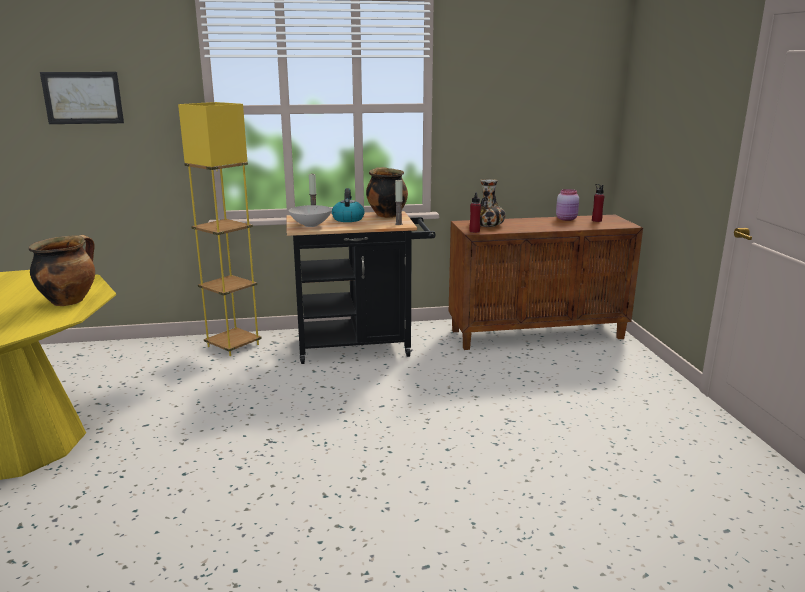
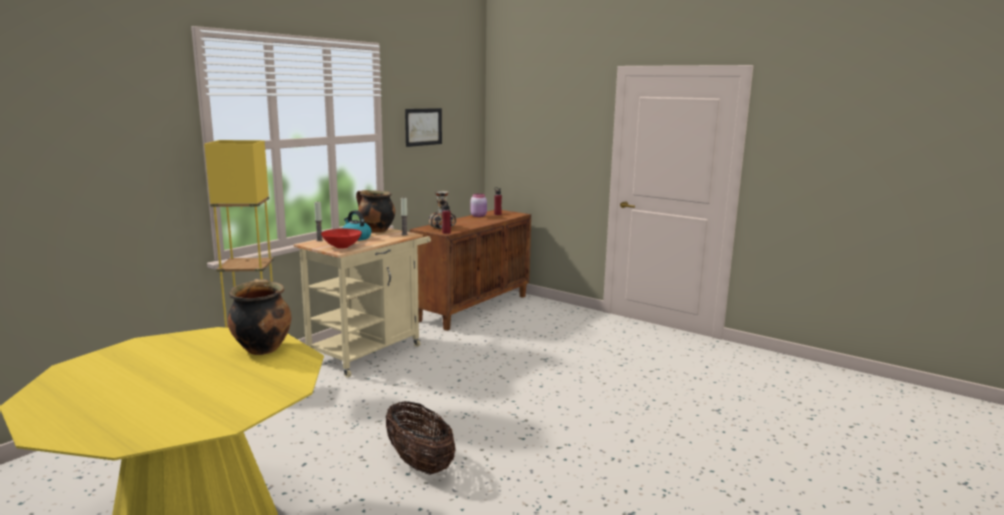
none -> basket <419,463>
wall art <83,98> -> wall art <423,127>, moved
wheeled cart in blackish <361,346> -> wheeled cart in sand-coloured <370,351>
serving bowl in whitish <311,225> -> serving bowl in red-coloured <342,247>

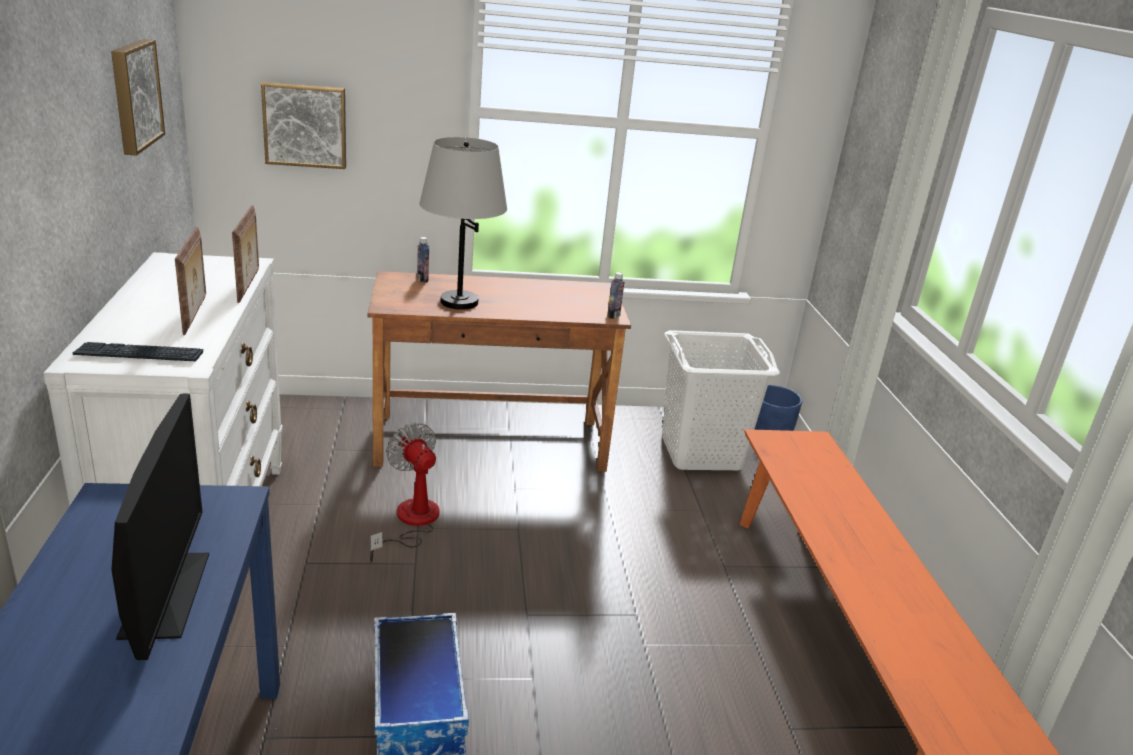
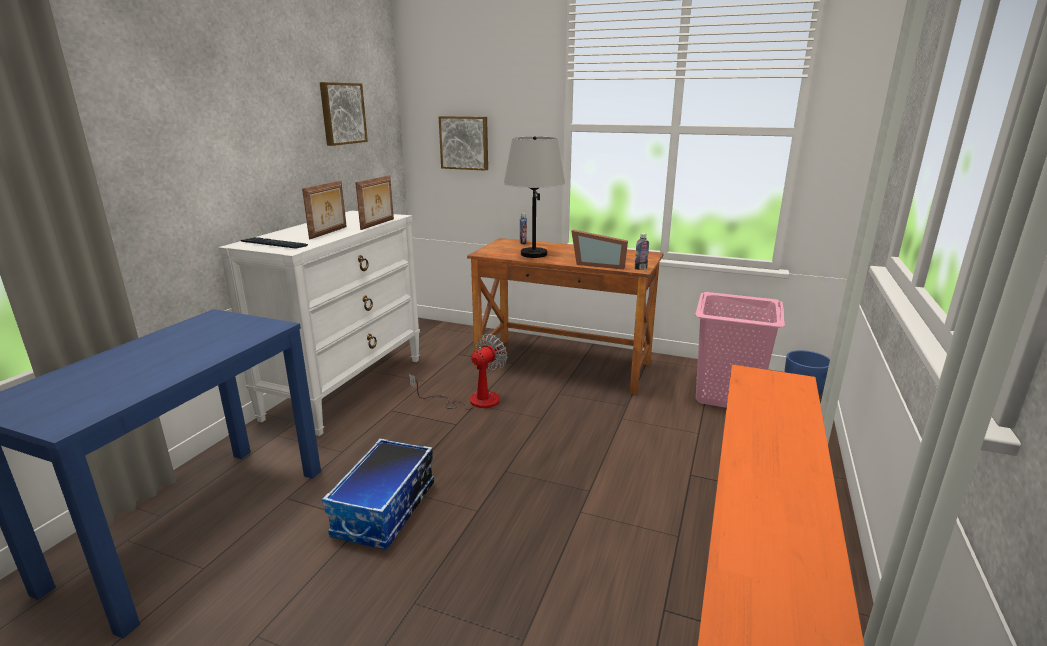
computer screen <165,594> -> none
none -> picture frame <599,264>
hamper in whitish <700,453> -> hamper in pinkish <726,395>
fan <411,522> -> fan <472,400>, 45 degrees clockwise

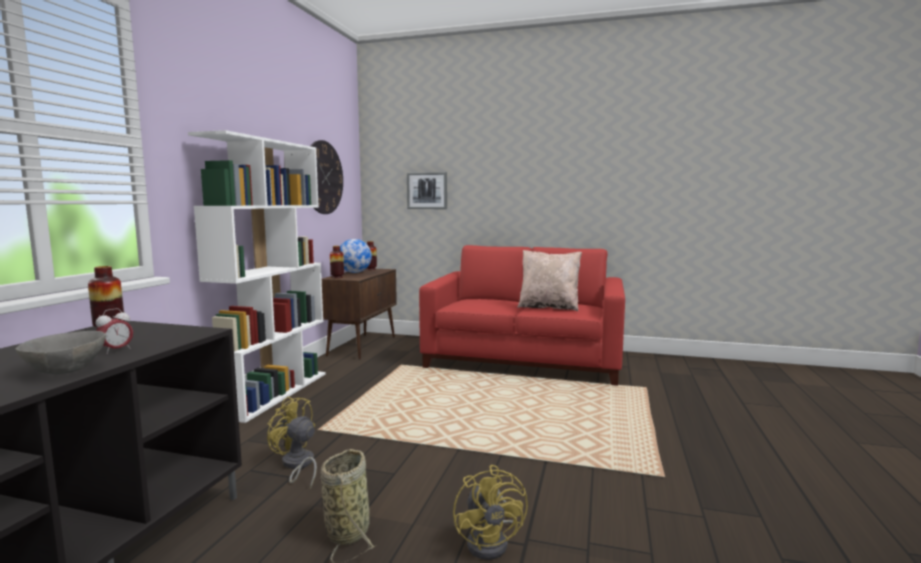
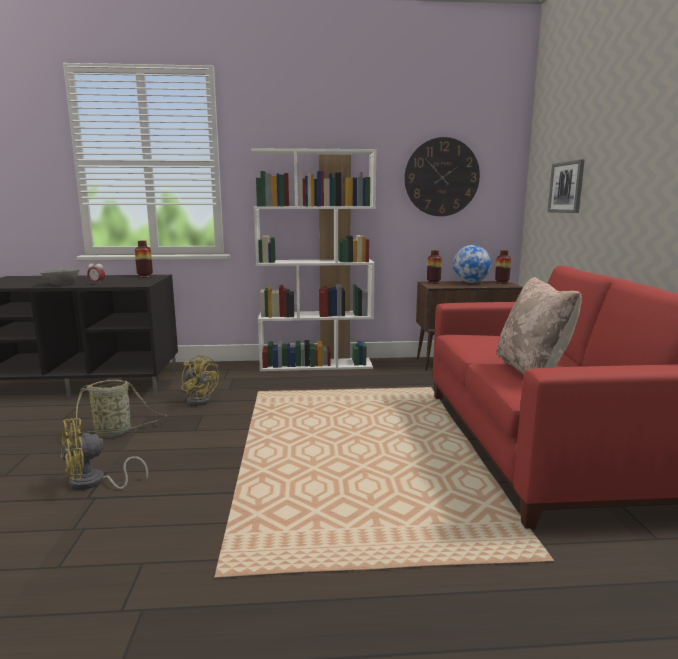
fan in yellow <297,465> -> fan in yellow <200,399>, 120 degrees clockwise

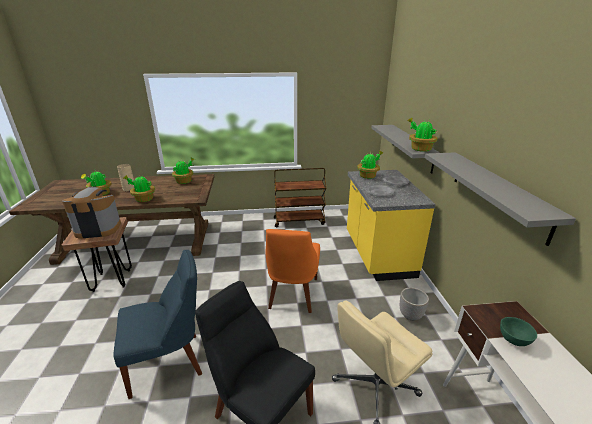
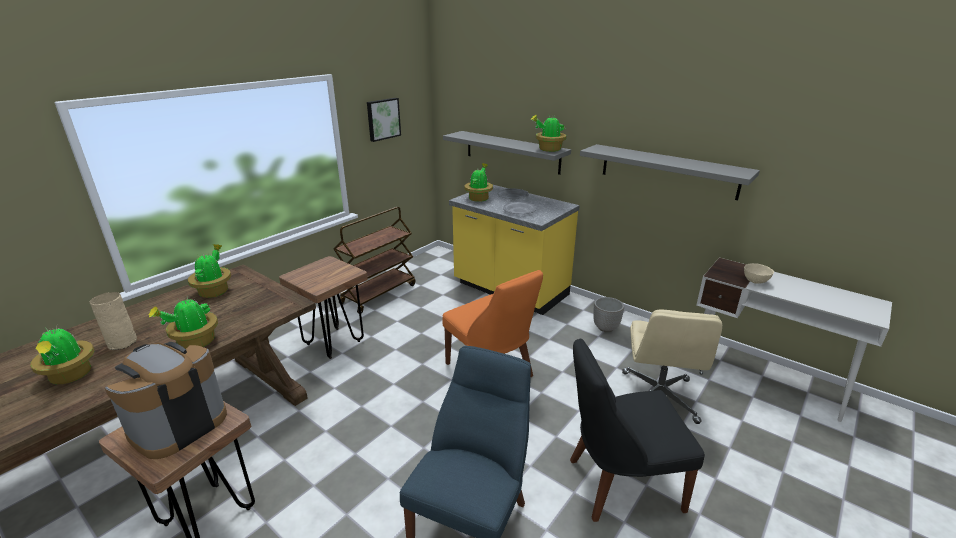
none -> sitting stool in brown-coloured <334,343>
none -> wall art <383,119>
serving bowl in green <513,341> -> serving bowl in sand-coloured <755,281>

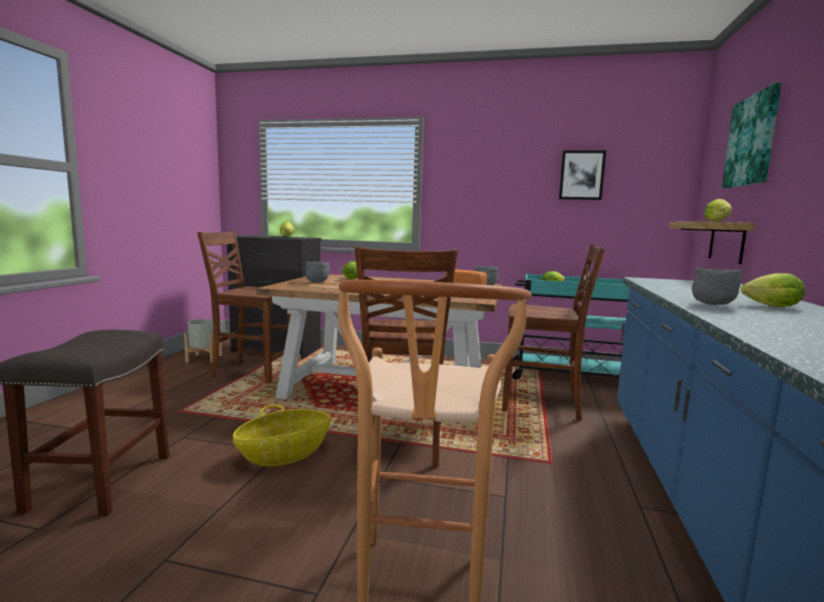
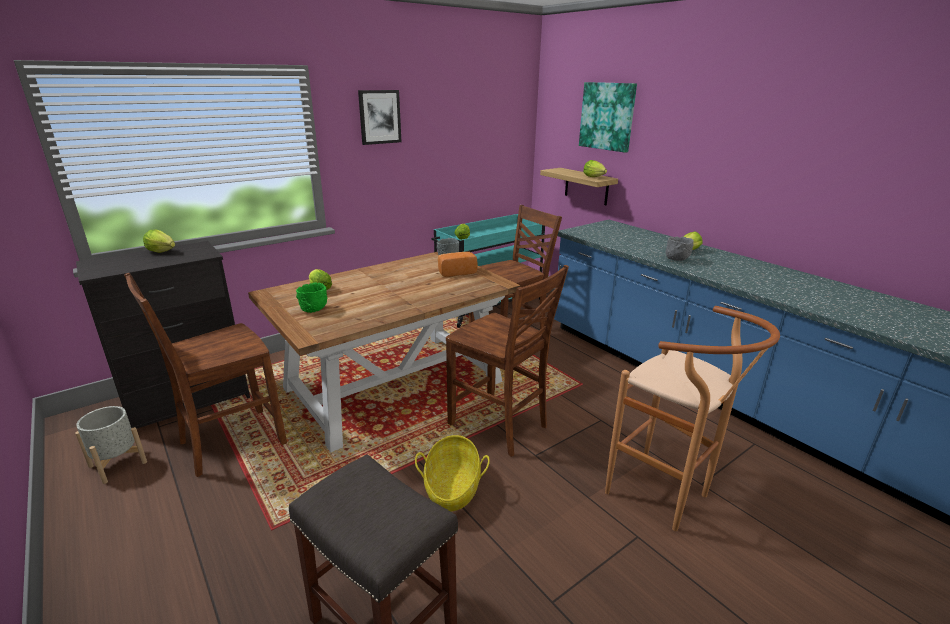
wall art <581,175> -> wall art <379,117>, moved
serving bowl in grey <317,282> -> serving bowl in green <314,310>

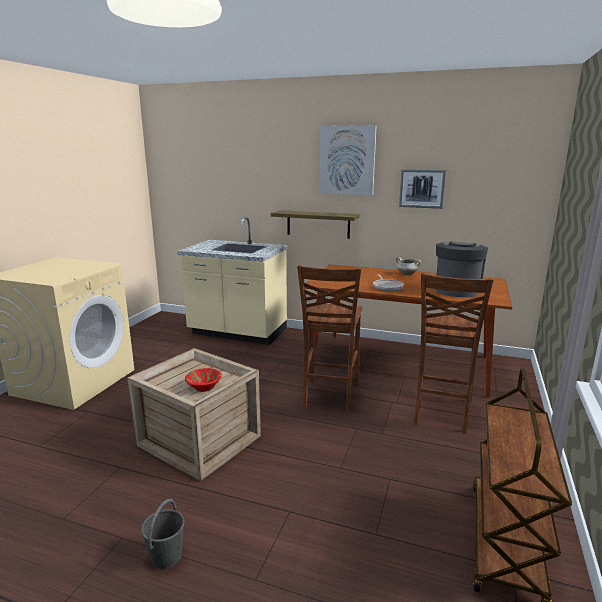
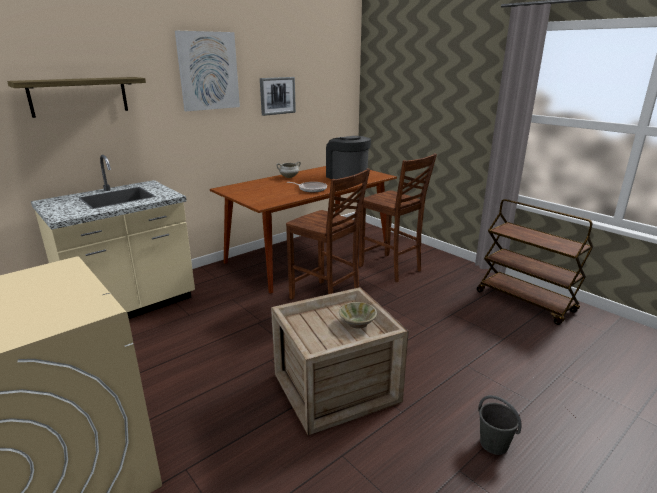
bracket shelf <318,224> -> bracket shelf <79,96>, moved
serving bowl in red-coloured <203,387> -> serving bowl in sand-coloured <357,323>

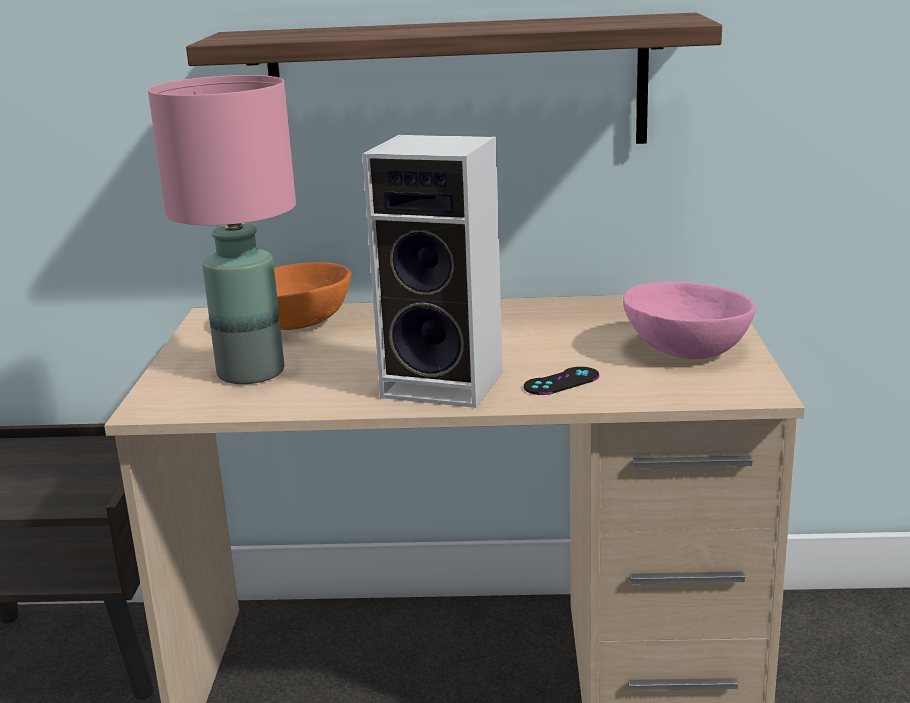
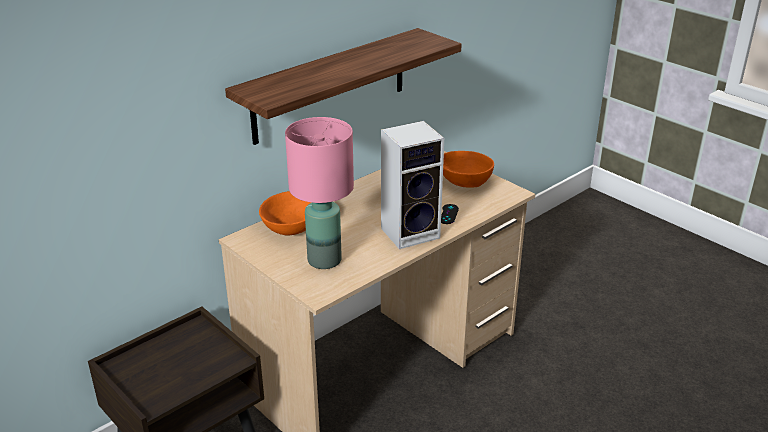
serving bowl in pinkish <686,350> -> serving bowl in orange-coloured <465,182>

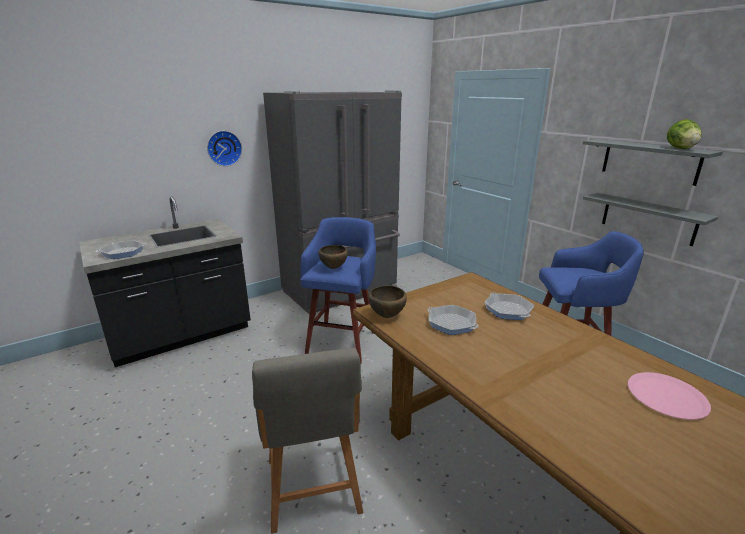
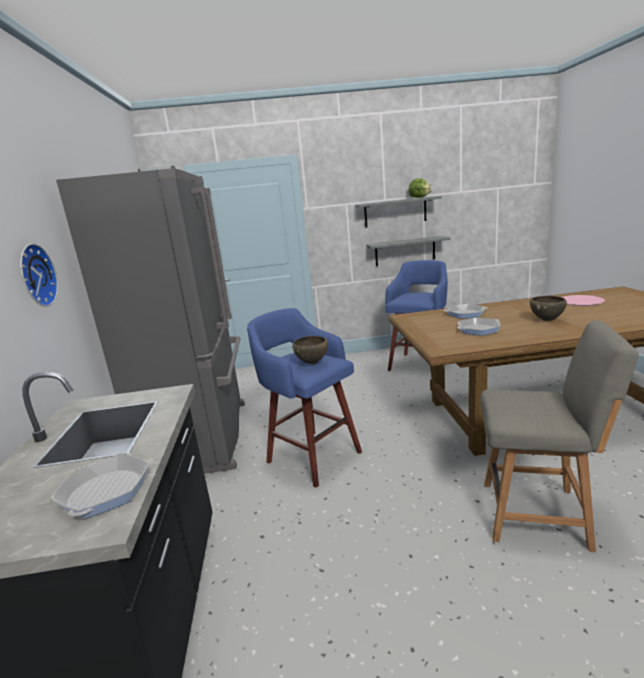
serving bowl in brown-coloured <387,316> -> serving bowl in brown-coloured <547,320>, moved

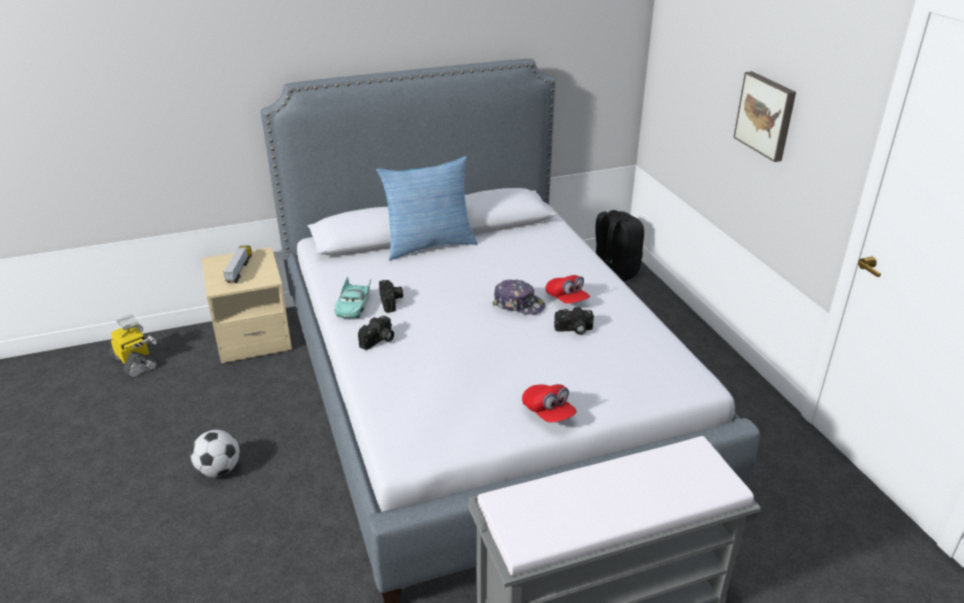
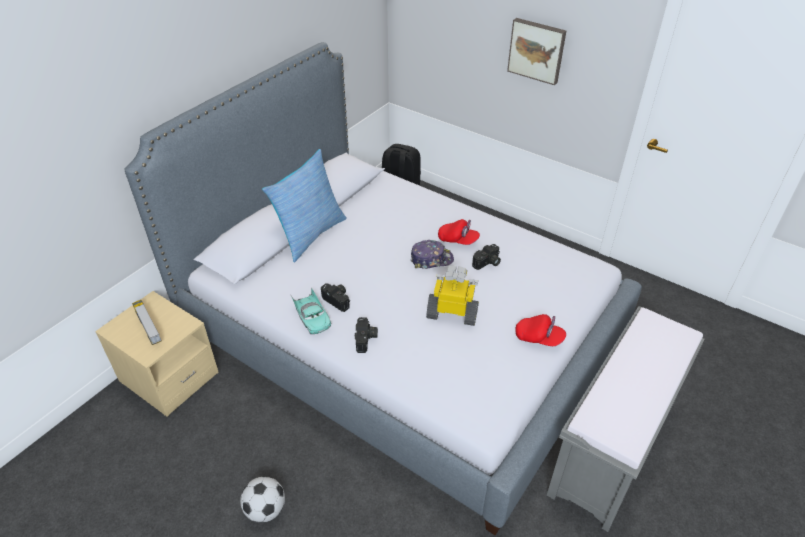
model robot <135,363> -> model robot <453,313>, moved

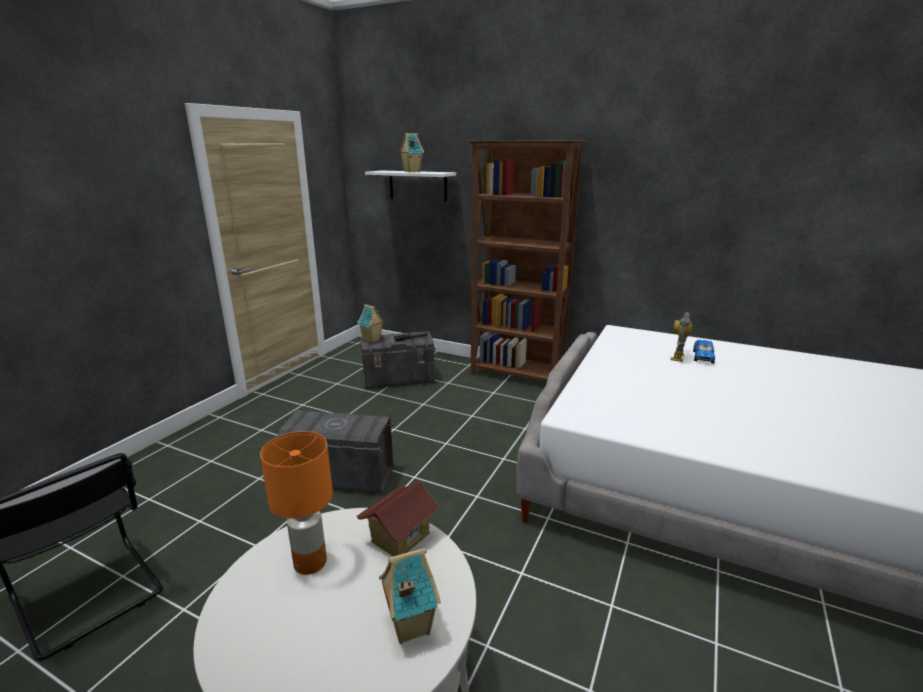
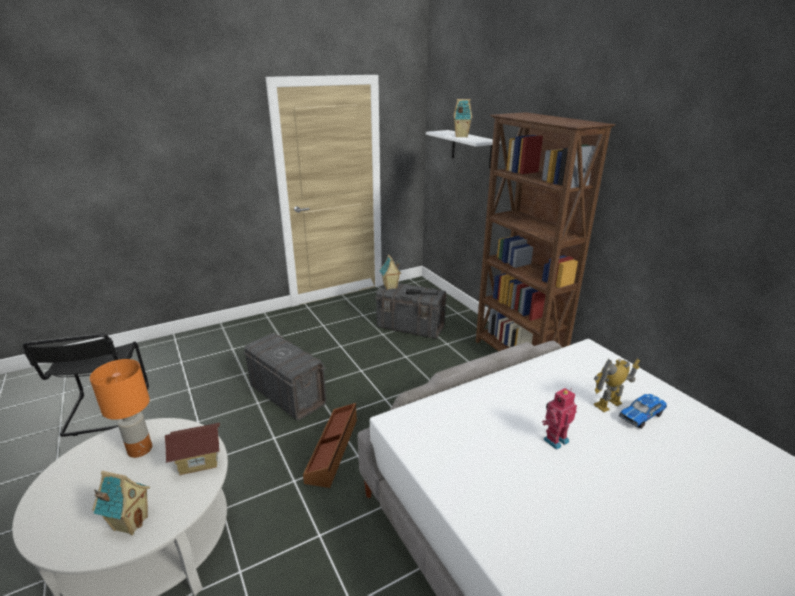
none -> storage box in brown-coloured <333,450>
none -> model robot <554,439>

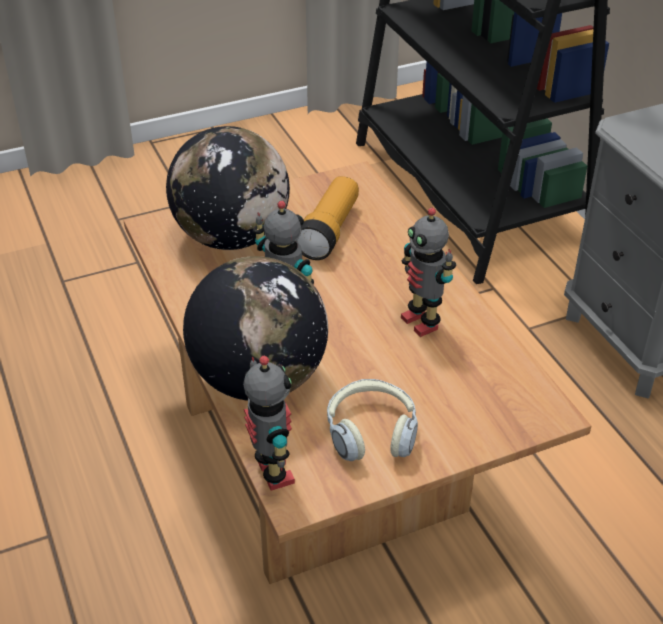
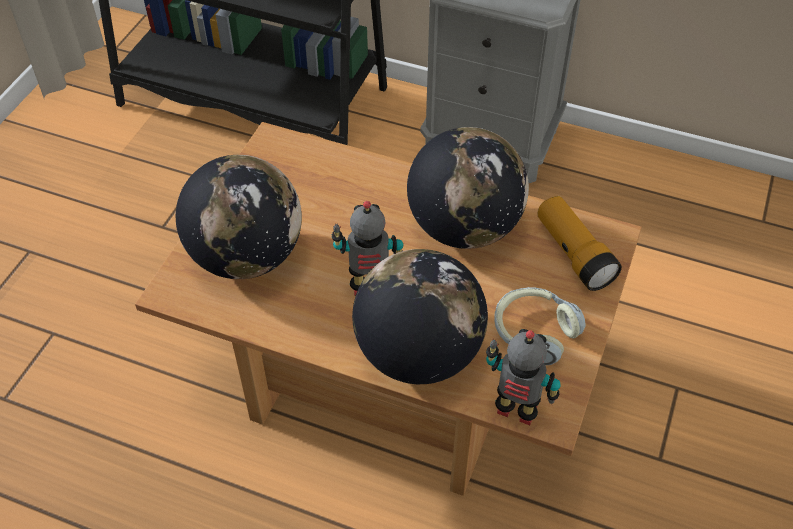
hand torch <329,231> -> hand torch <573,254>, moved
model robot <422,322> -> world globe <464,228>

